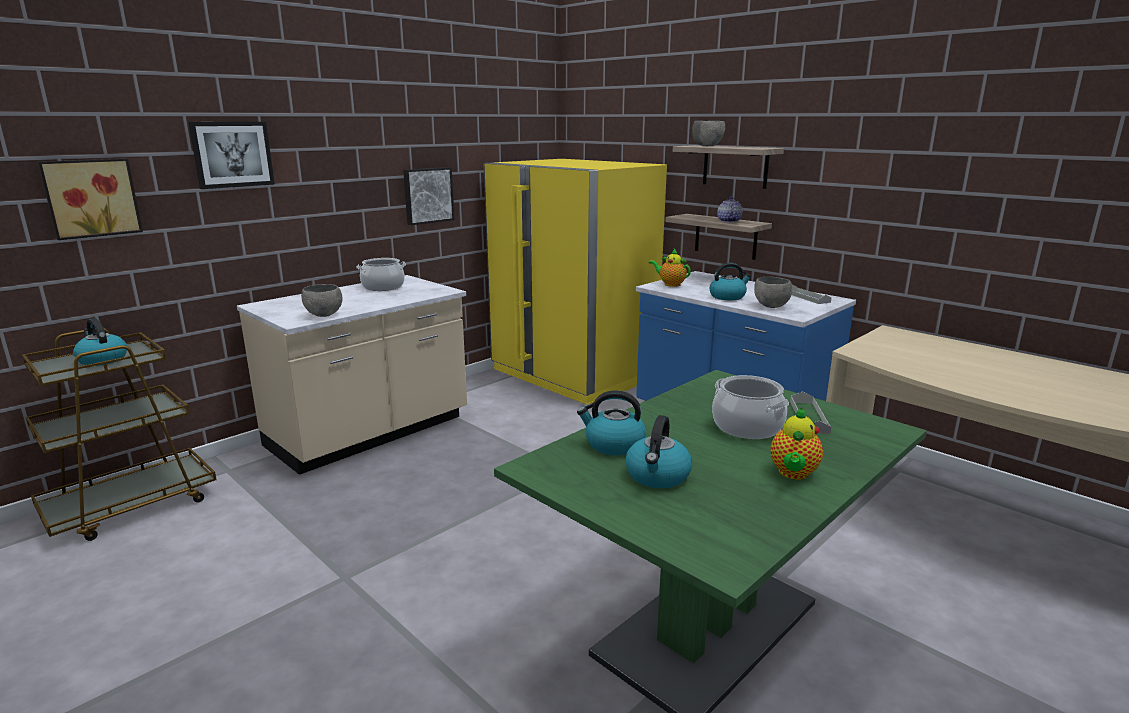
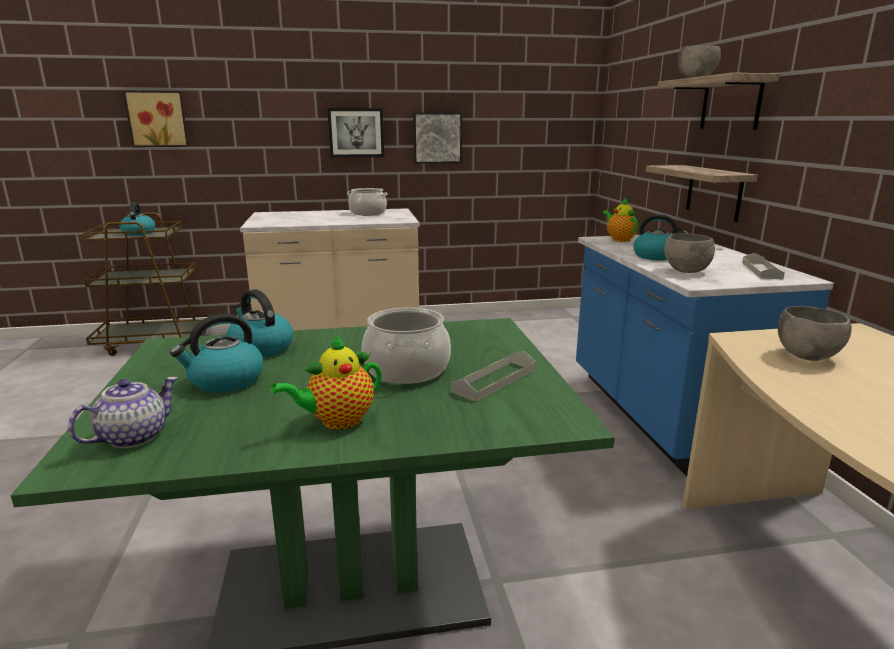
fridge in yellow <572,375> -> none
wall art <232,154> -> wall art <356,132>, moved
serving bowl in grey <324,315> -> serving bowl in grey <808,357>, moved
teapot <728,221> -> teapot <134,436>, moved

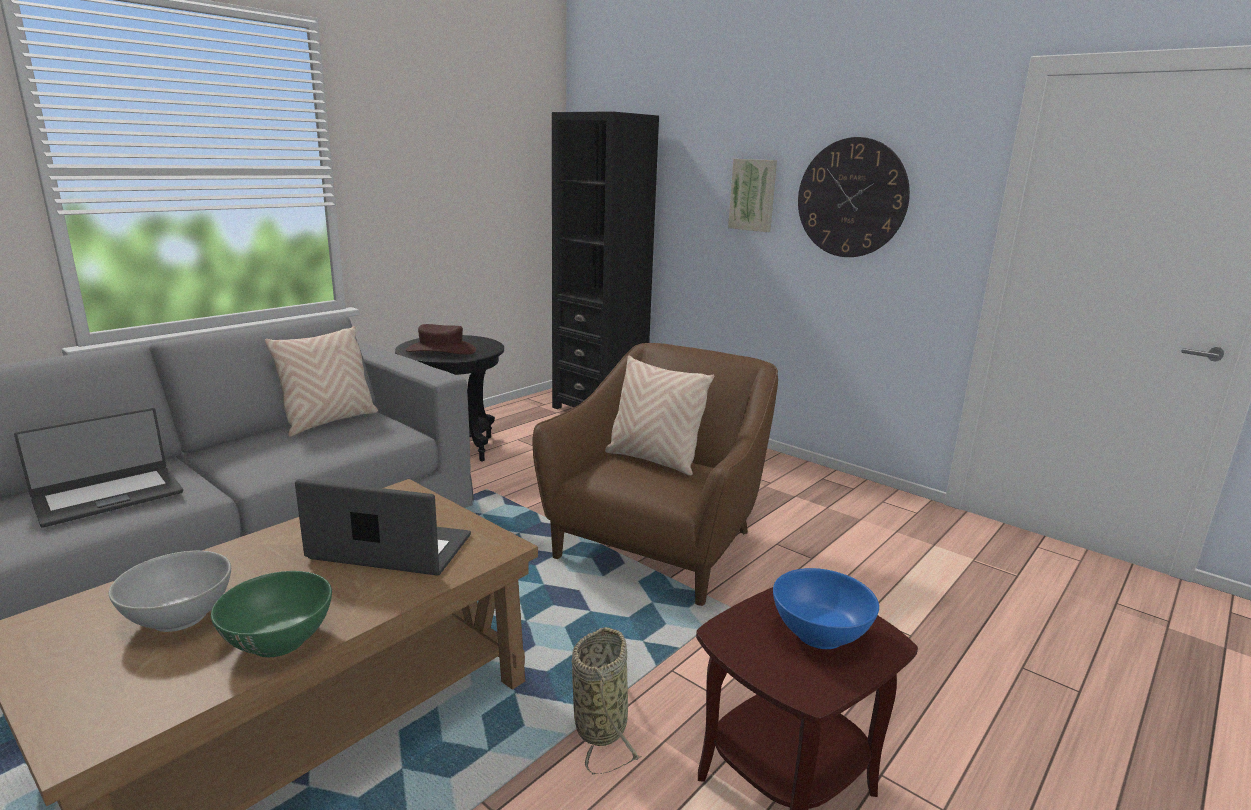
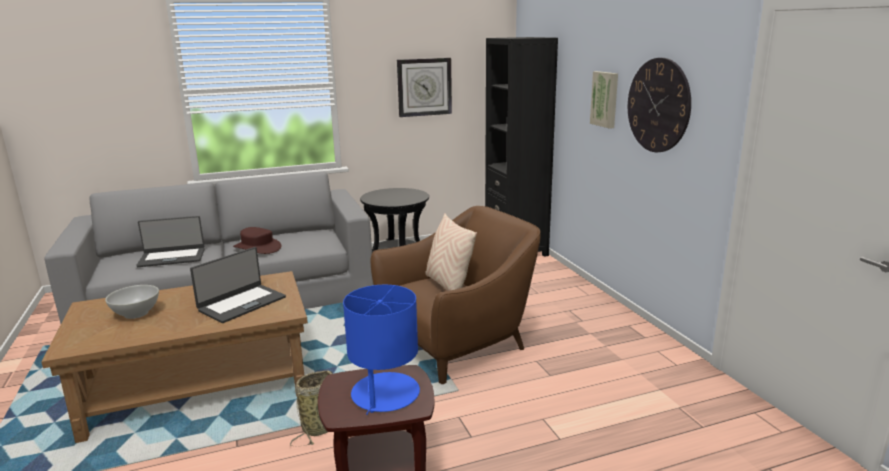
serving bowl in green <279,641> -> none
pillow in sand-coloured <329,421> -> none
none -> hanging clock <424,87>
wearable hat in brown-coloured <441,350> -> wearable hat in brown-coloured <257,247>, moved
serving bowl in blue-coloured <819,635> -> table lamp in blue-coloured <385,394>
portable computer <389,549> -> portable computer <241,303>, 90 degrees clockwise

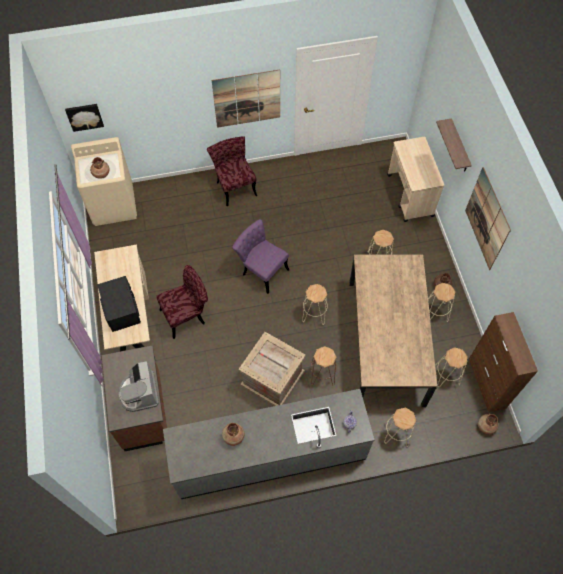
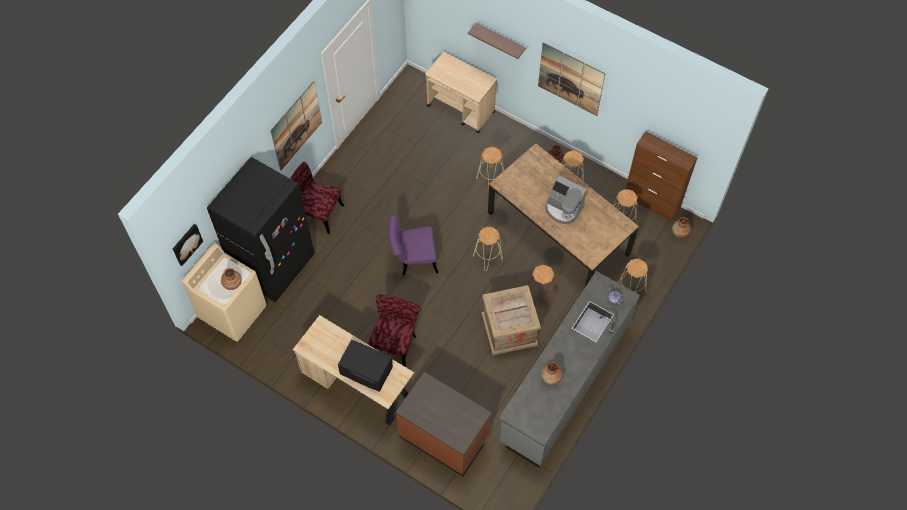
none -> fridge in blackish <274,266>
coffee brewer <139,393> -> coffee brewer <563,208>, moved

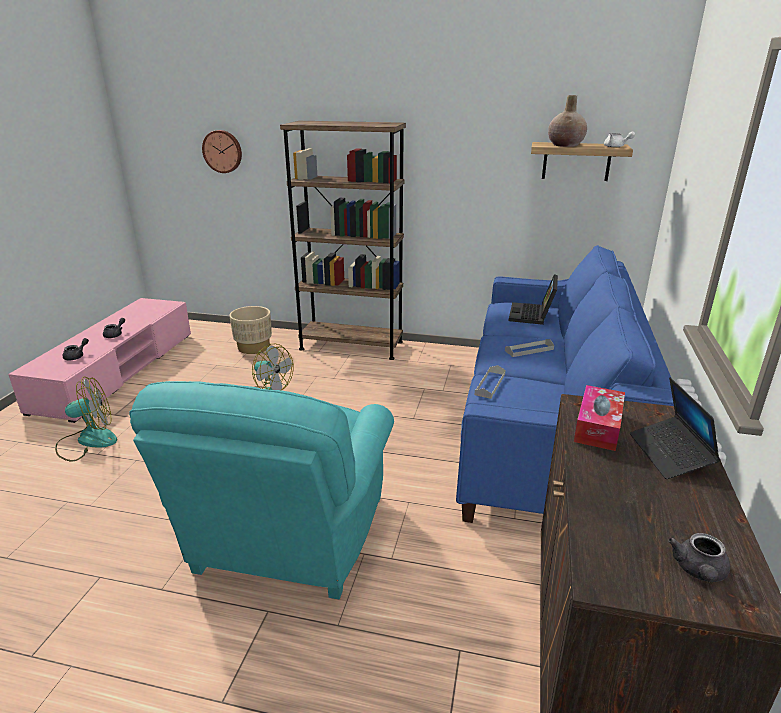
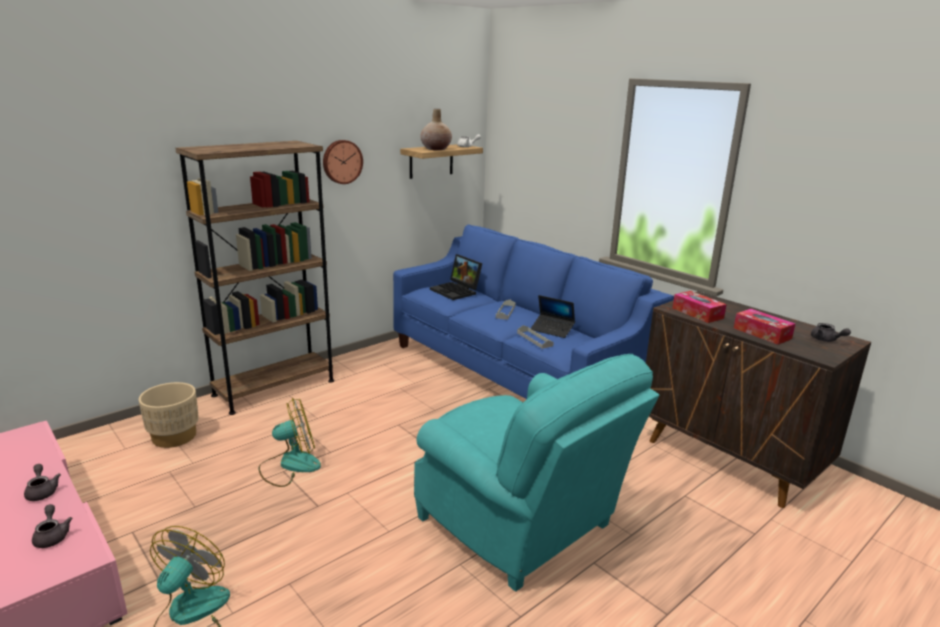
none -> tissue box <762,333>
hanging clock <223,151> -> hanging clock <342,161>, moved
portable computer <670,454> -> portable computer <552,330>, moved

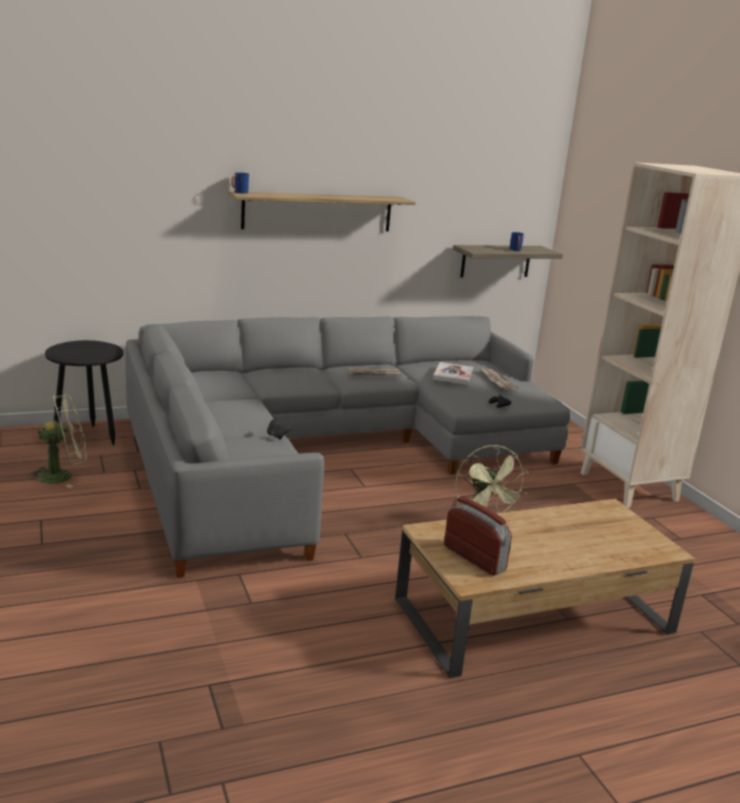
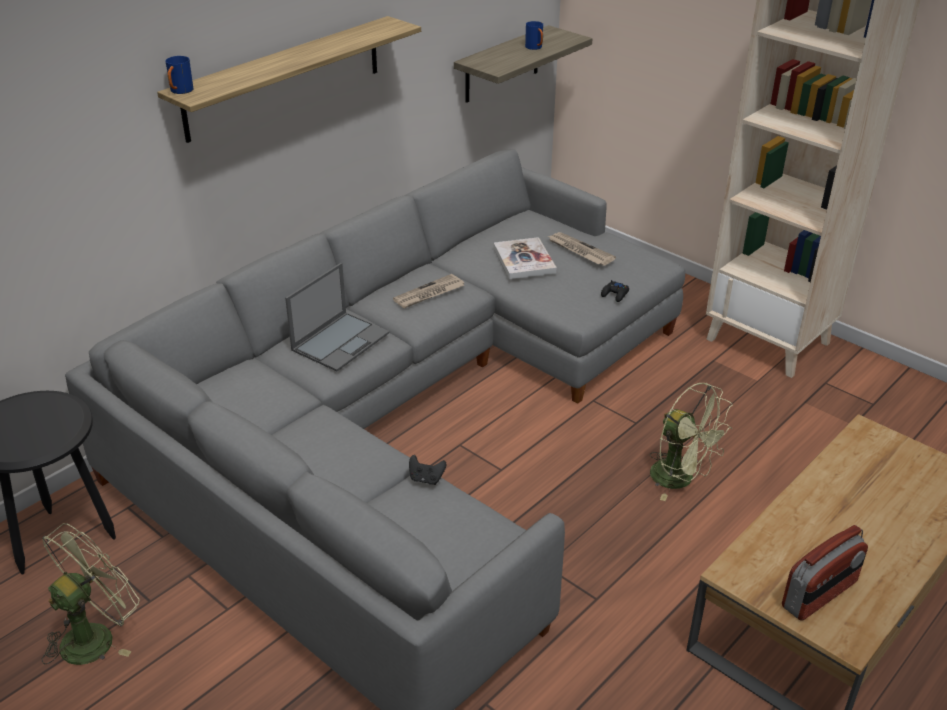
none -> portable computer <341,341>
radio set <474,558> -> radio set <820,595>, 120 degrees clockwise

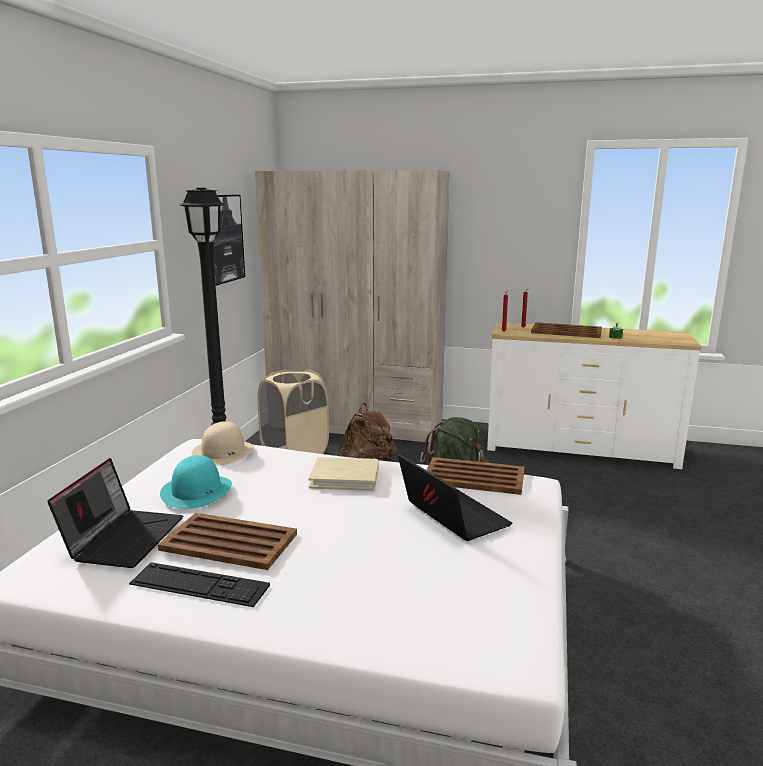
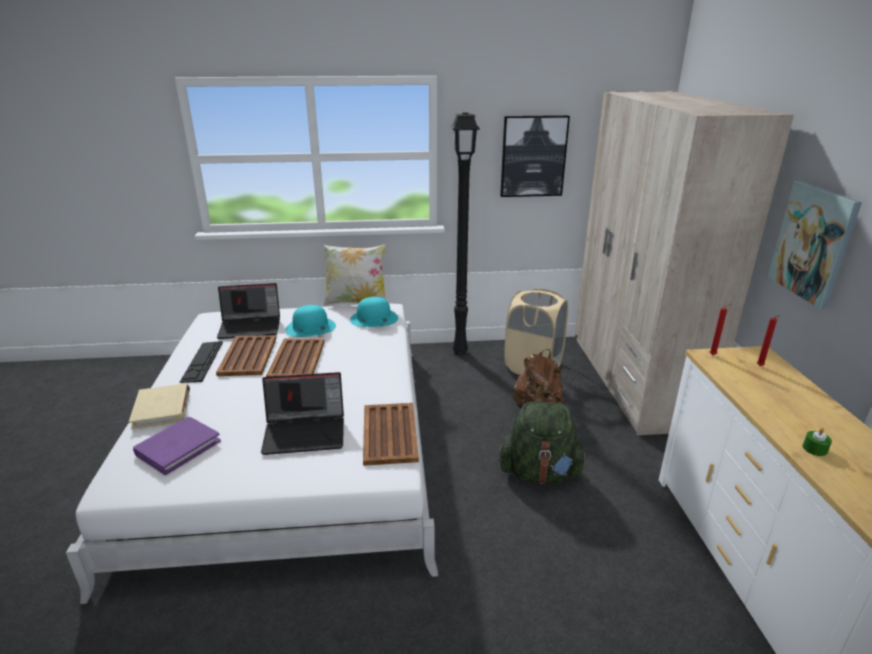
none -> bound book in purple-coloured <178,447>
none -> pillow <356,302>
none -> wall art <813,243>
bound book in sand-coloured <345,477> -> bound book in sand-coloured <162,409>, moved
serving tray in brown-coloured <565,331> -> serving tray in brown-coloured <297,359>, moved
wearable hat in sand-coloured <223,452> -> wearable hat in turquoise <374,319>
portable computer <451,516> -> portable computer <306,432>, 45 degrees clockwise

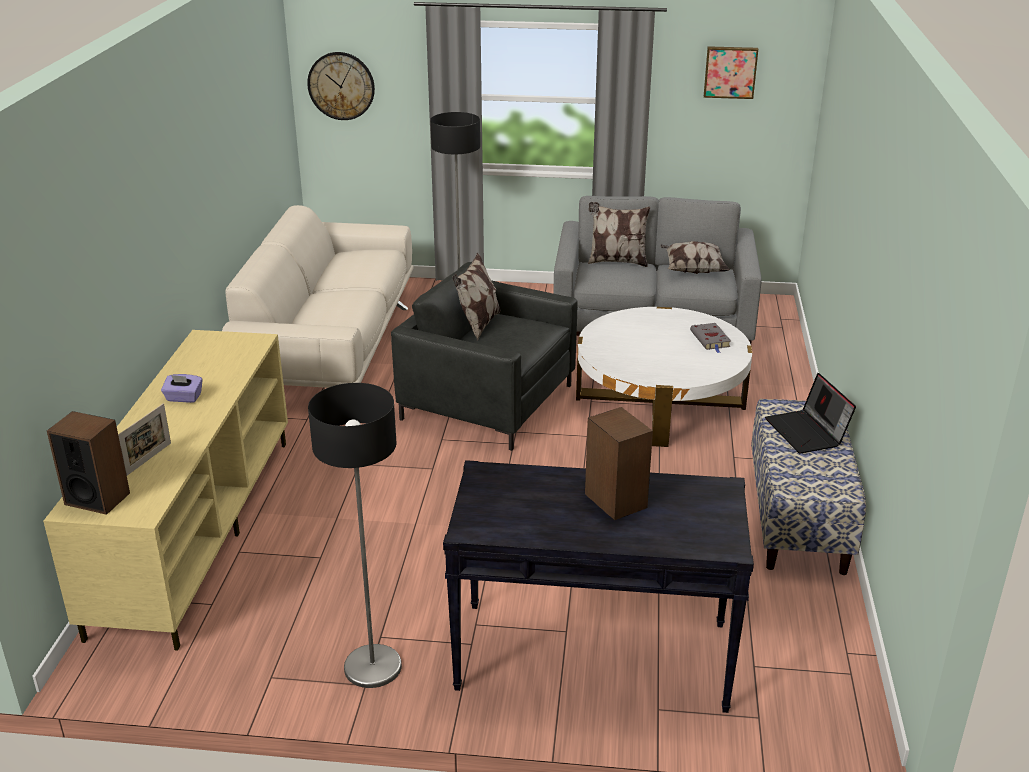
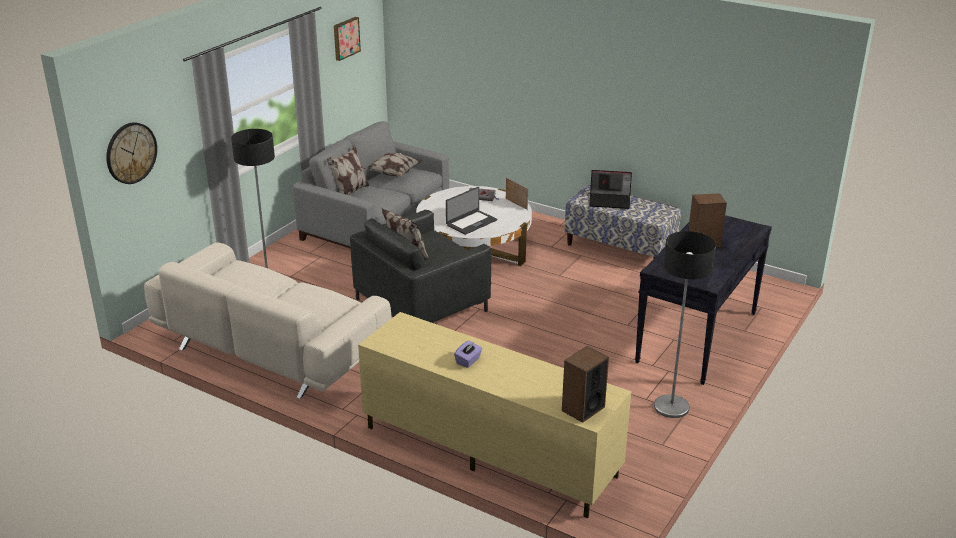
none -> portable computer <471,222>
picture frame <148,459> -> picture frame <516,204>, moved

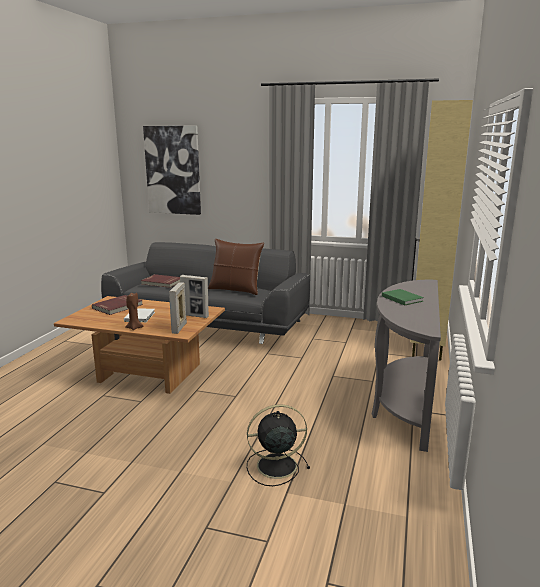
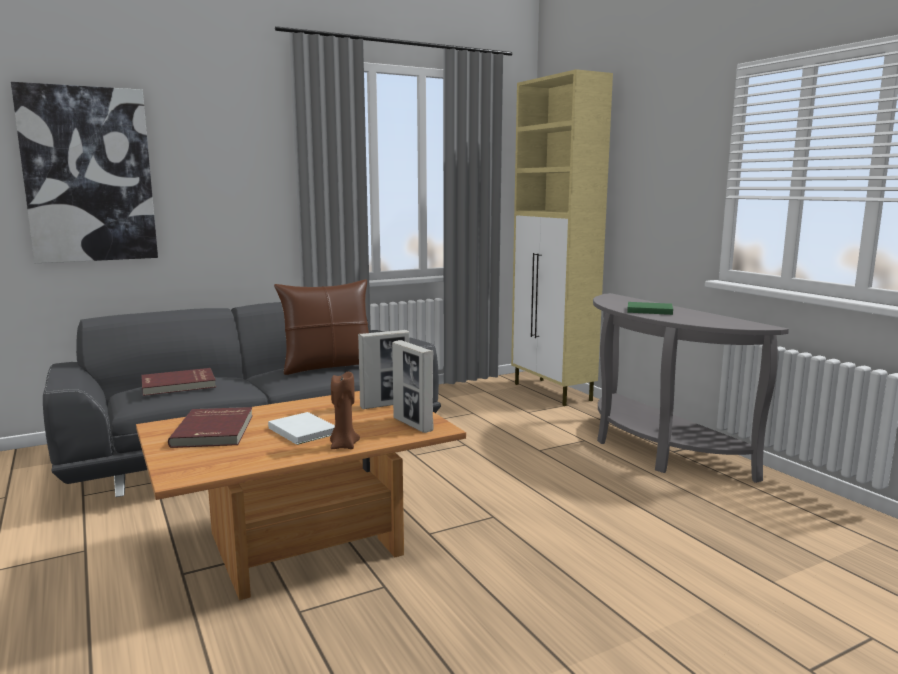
fan in blackish <275,466> -> none

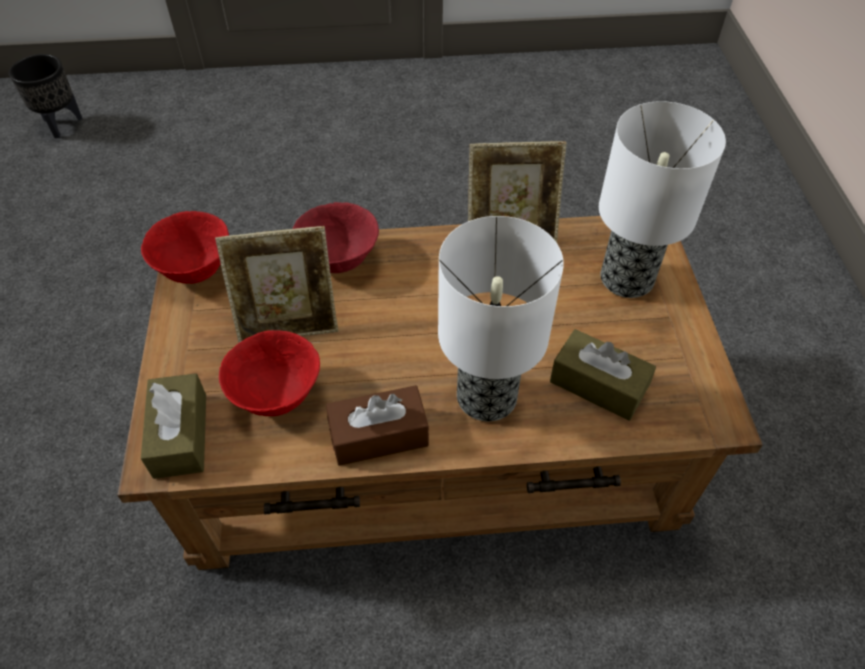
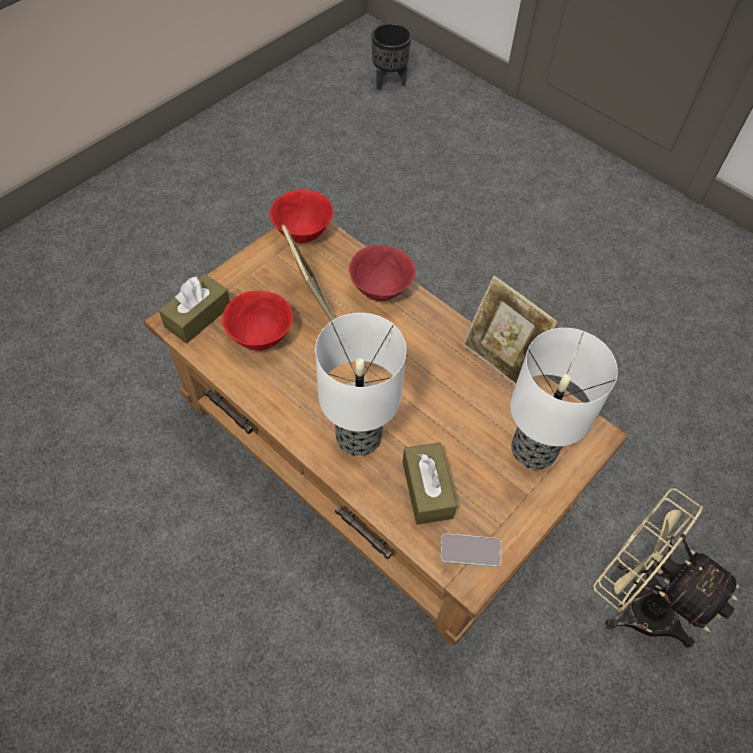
tissue box in brown-coloured <379,435> -> none
none -> telephone <470,550>
none -> fan in sand-coloured <635,601>
picture frame <288,323> -> picture frame <311,303>, 150 degrees counterclockwise

